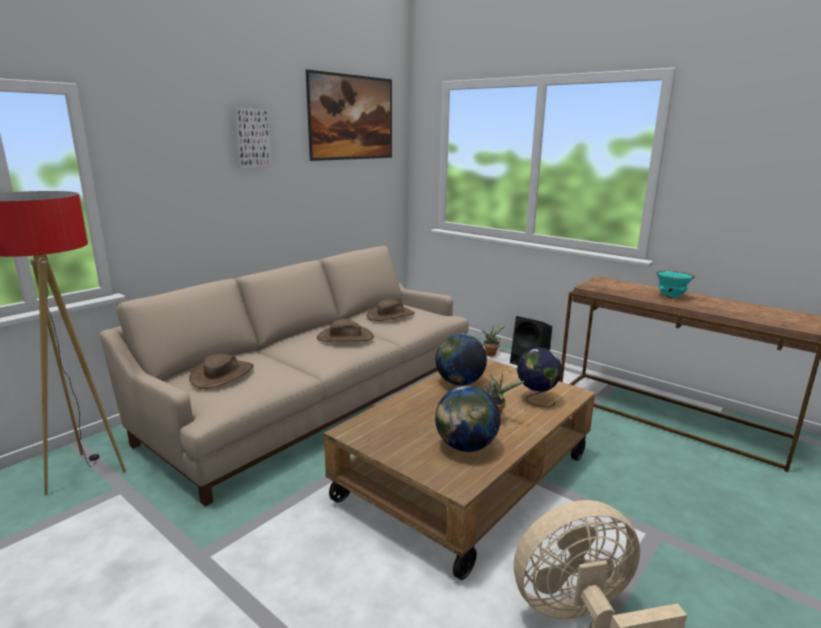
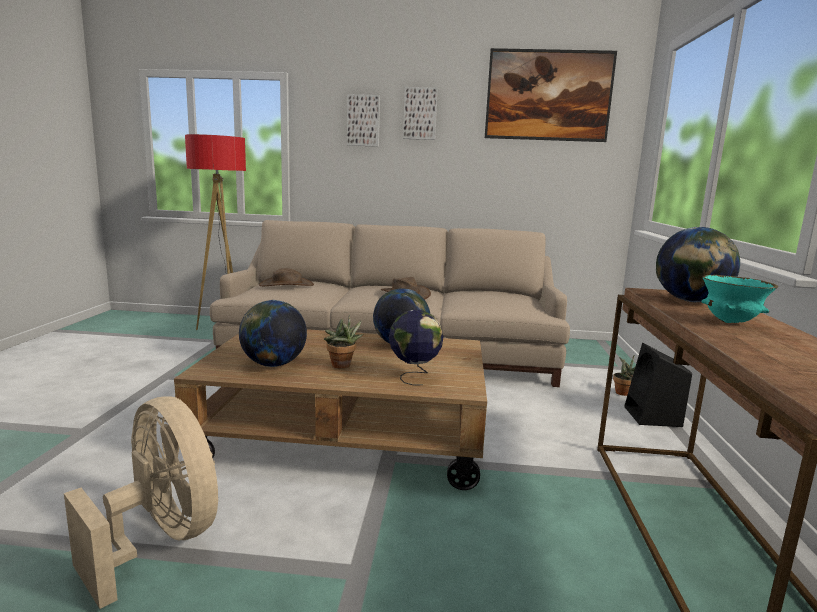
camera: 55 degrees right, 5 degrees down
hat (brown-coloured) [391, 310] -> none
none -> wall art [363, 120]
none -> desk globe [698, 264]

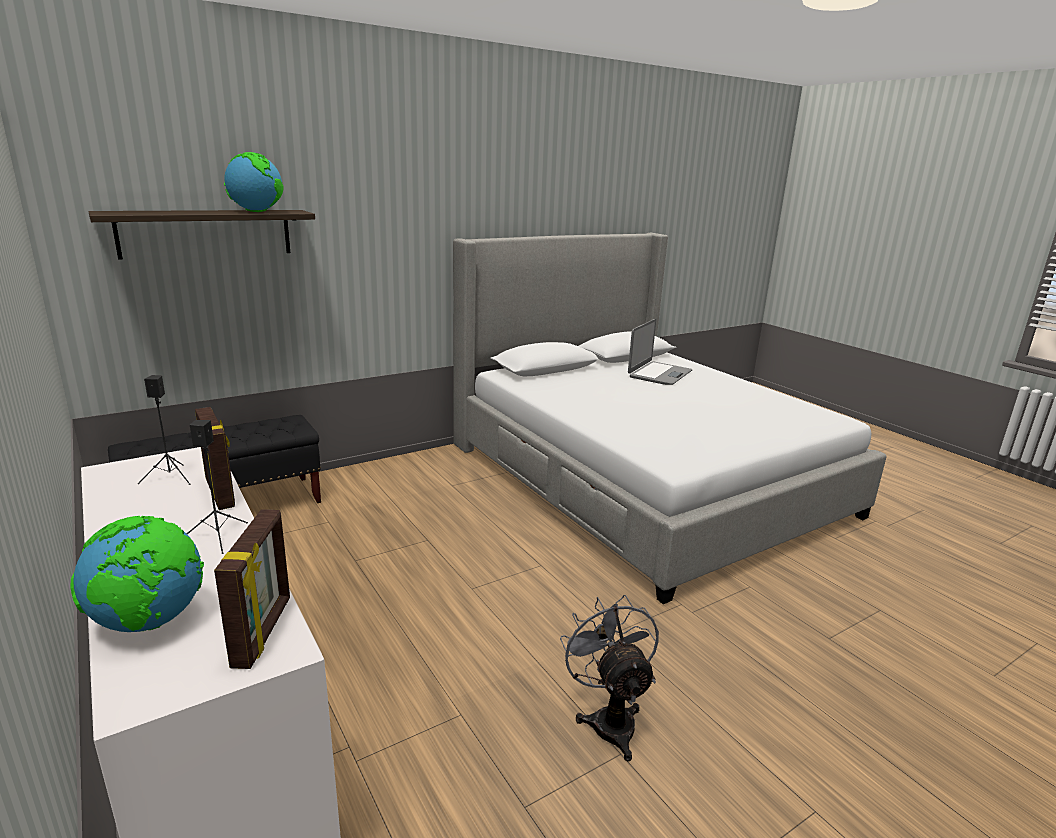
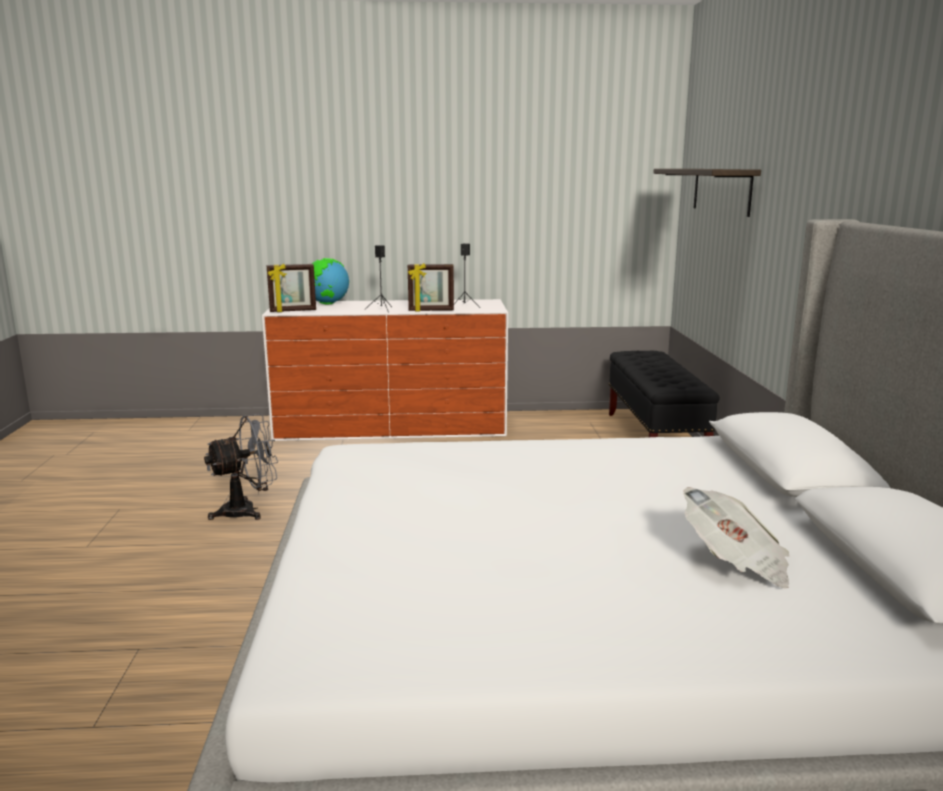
camera: 120 degrees right, 5 degrees down
picture frame [252, 589] -> picture frame [291, 288], 45 degrees counterclockwise
desk globe [254, 182] -> none
fan (grey) [609, 678] -> fan (grey) [241, 467], 45 degrees counterclockwise
notebook computer [660, 352] -> newspaper [736, 537]

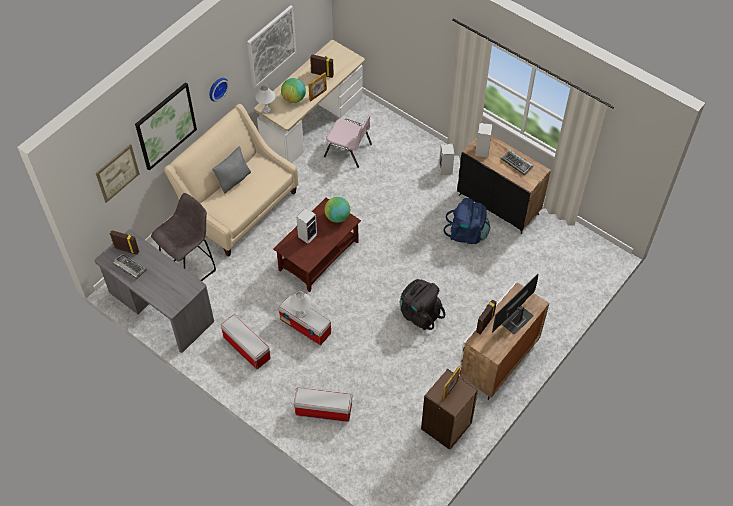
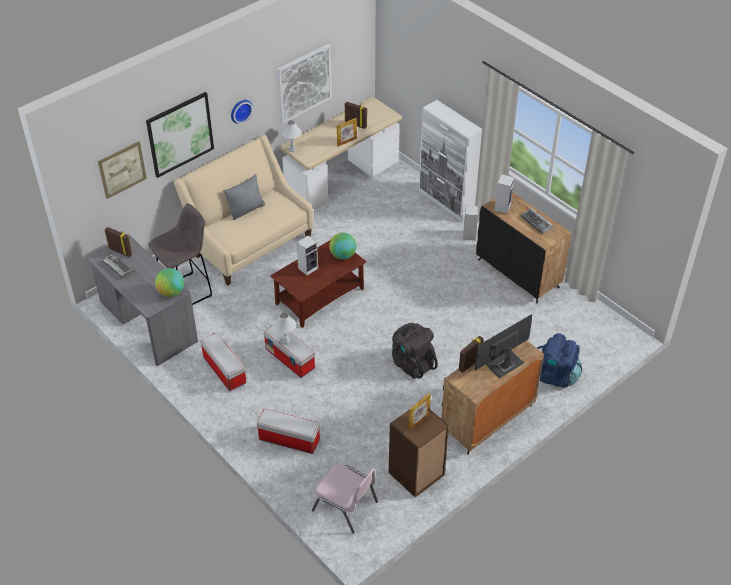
camera: 10 degrees right, 10 degrees down
desk globe [293, 90] -> desk globe [169, 282], moved
upright chair (pinkish) [348, 141] -> upright chair (pinkish) [345, 498], moved
backpack (blue-coloured) [467, 221] -> backpack (blue-coloured) [559, 360], moved
none -> storage cabinet (whitish) [450, 160]

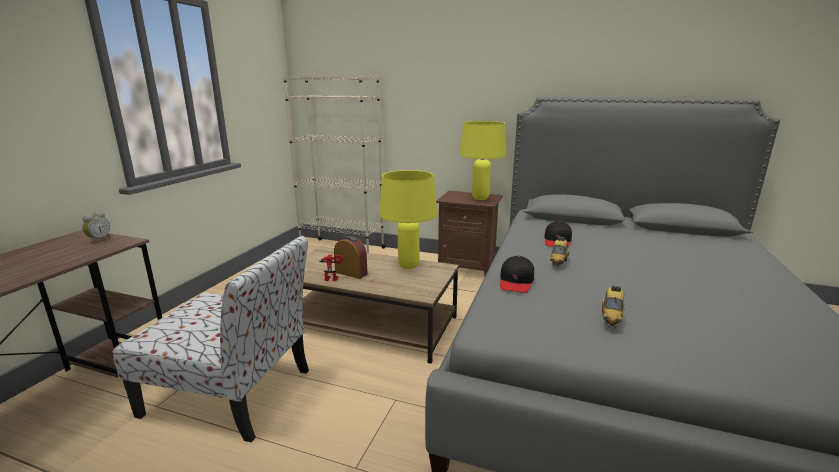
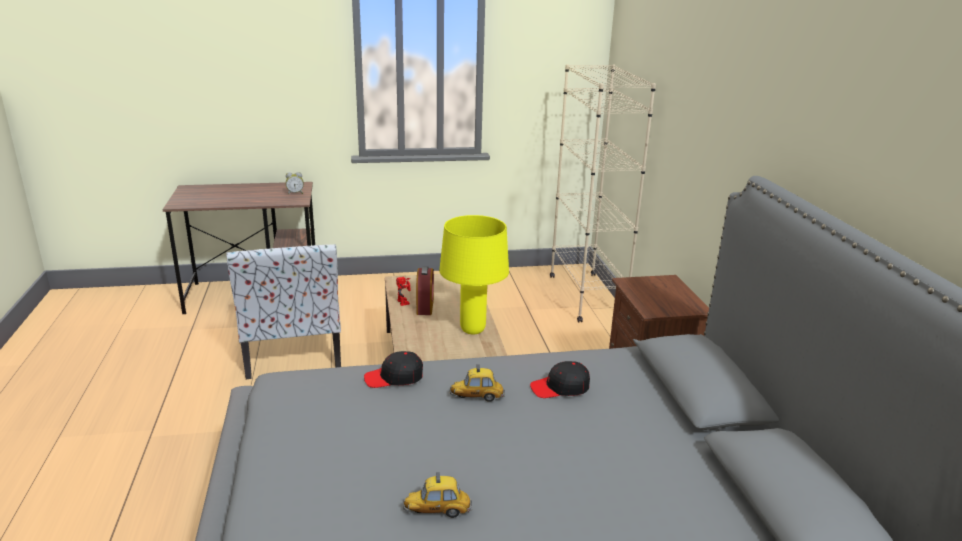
camera: 60 degrees right, 5 degrees up
table lamp (yellow) [483, 160] -> none
miniature car [613, 306] -> miniature car [437, 495], moved

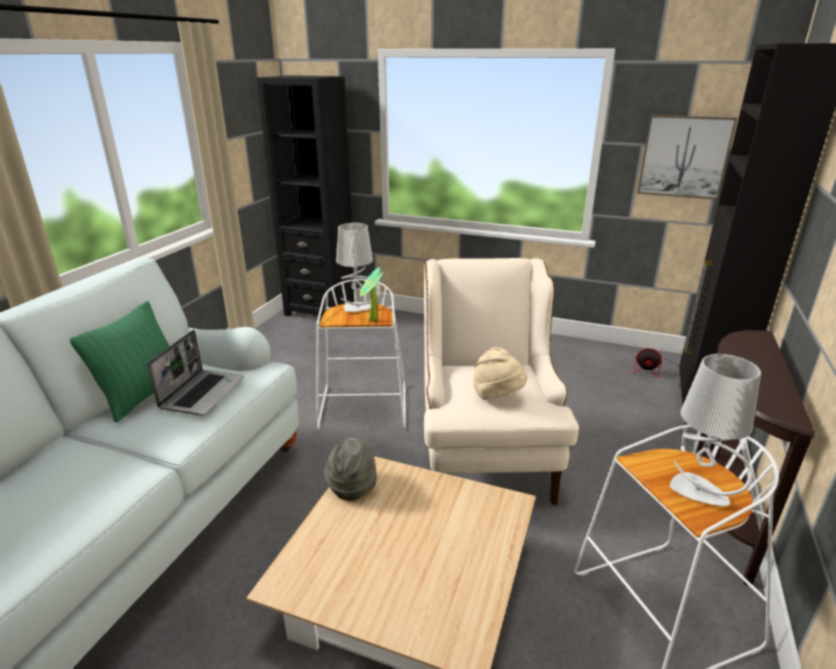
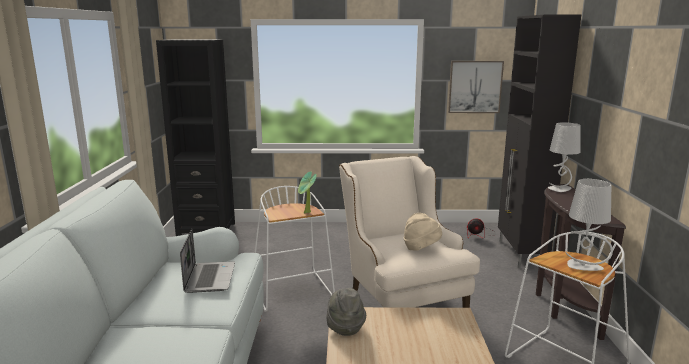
camera: 20 degrees left, 10 degrees down
throw pillow (green-coloured) [119, 362] -> none
table lamp (grey) [358, 267] -> table lamp (grey) [564, 157], moved

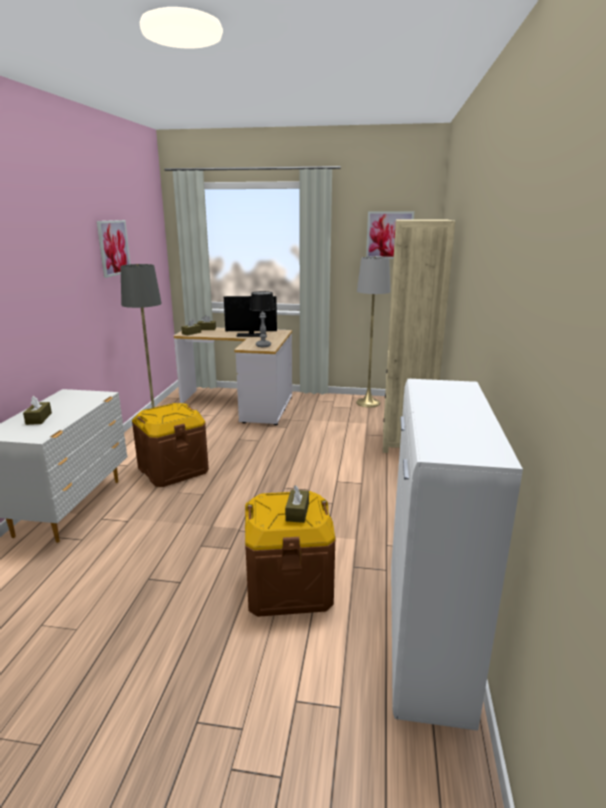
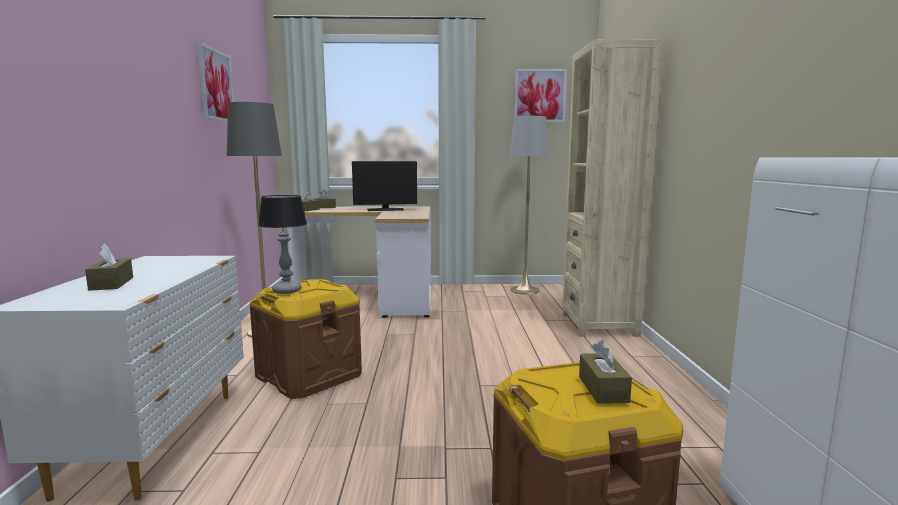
camera: 10 degrees left, 10 degrees down
table lamp [263, 319] -> table lamp [282, 244], moved

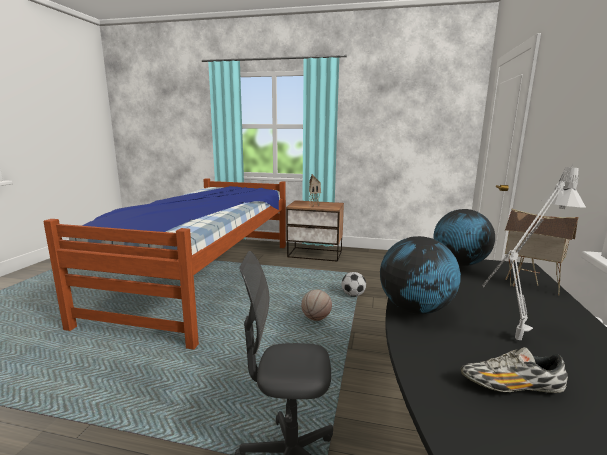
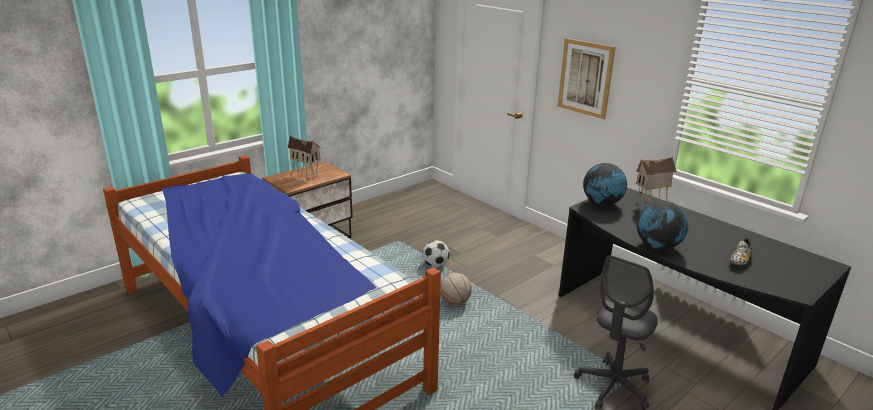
camera: 55 degrees left, 10 degrees up
table lamp (grey) [534, 252] -> none
none -> wall art [587, 78]

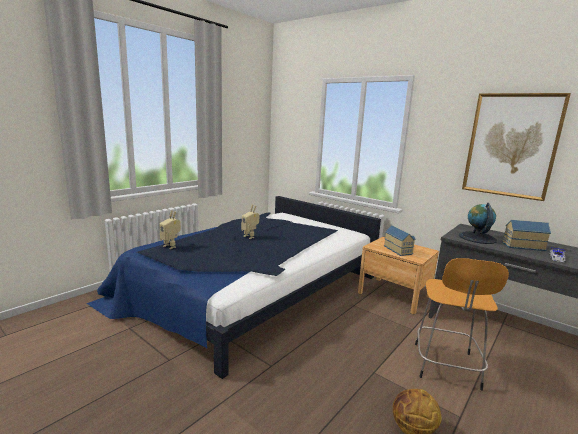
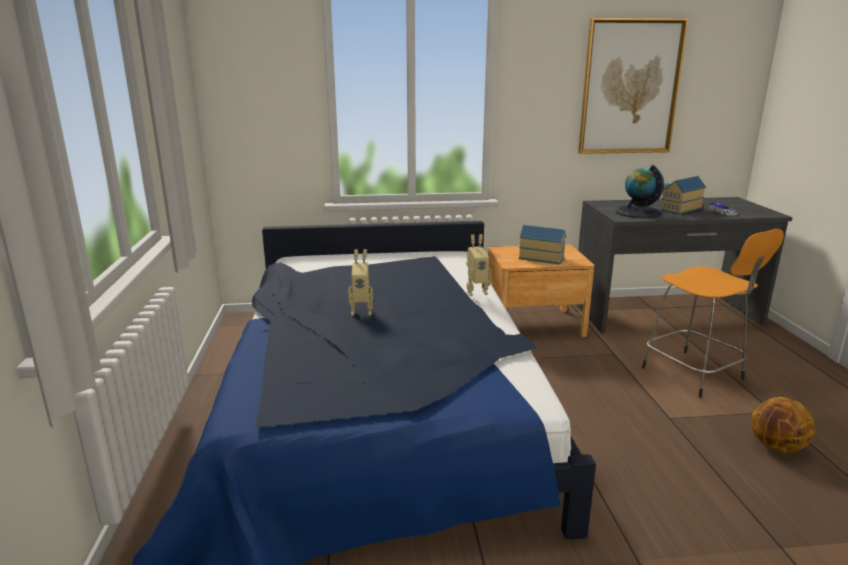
camera: 45 degrees left, 5 degrees up
model robot [170, 230] -> model robot [479, 265], moved

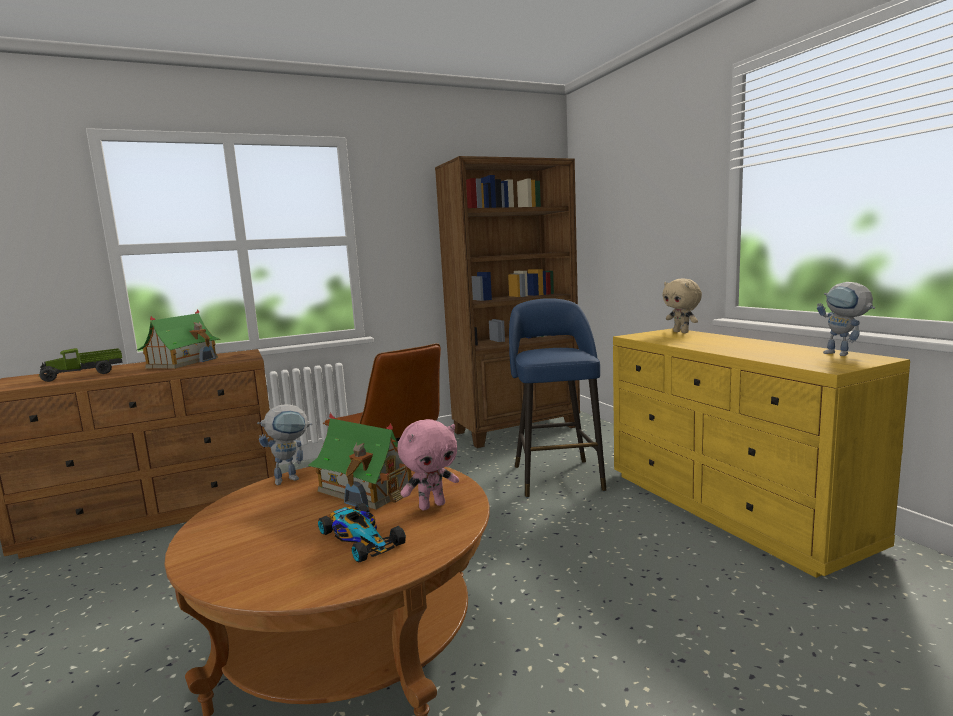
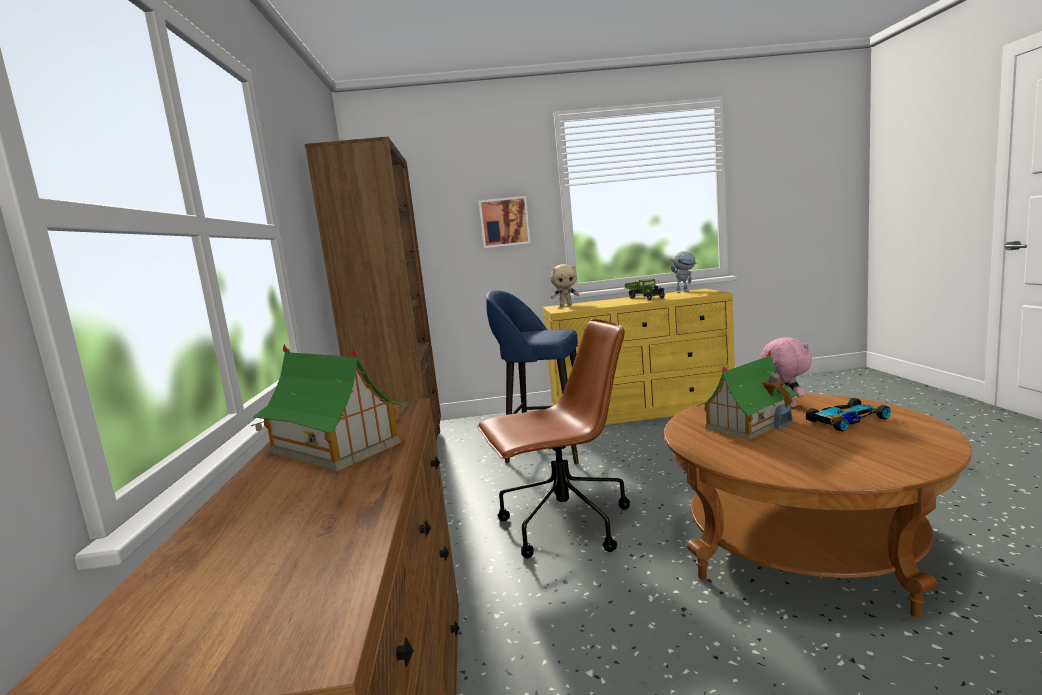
camera: 70 degrees left, 0 degrees up
model truck [81, 365] -> model truck [645, 289], moved
model robot [285, 444] -> none
none -> wall art [505, 222]

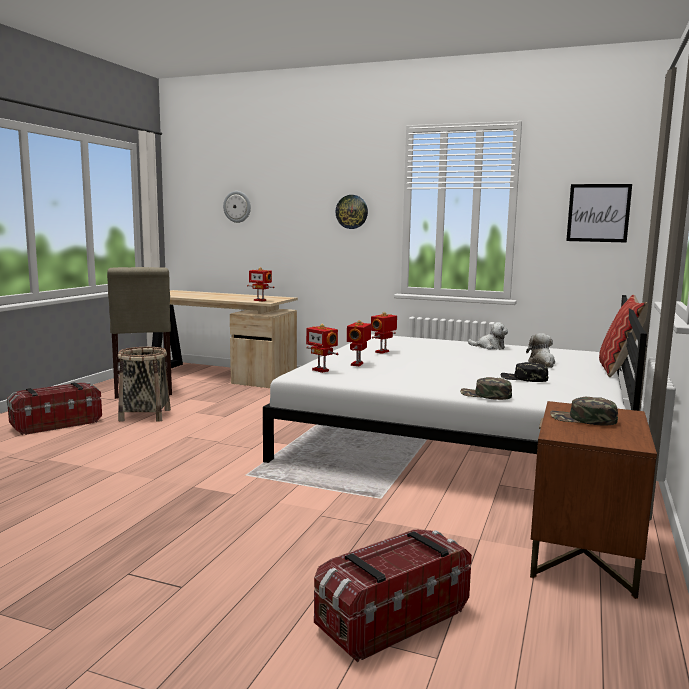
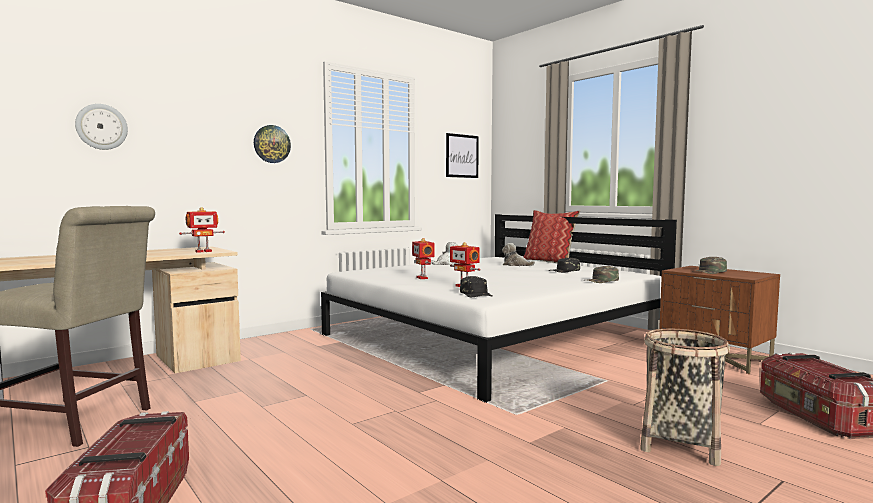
camera: 60 degrees left, 5 degrees down
storage basket [144, 384] -> storage basket [685, 397], moved
model robot [322, 348] -> peaked cap (black) [476, 286]

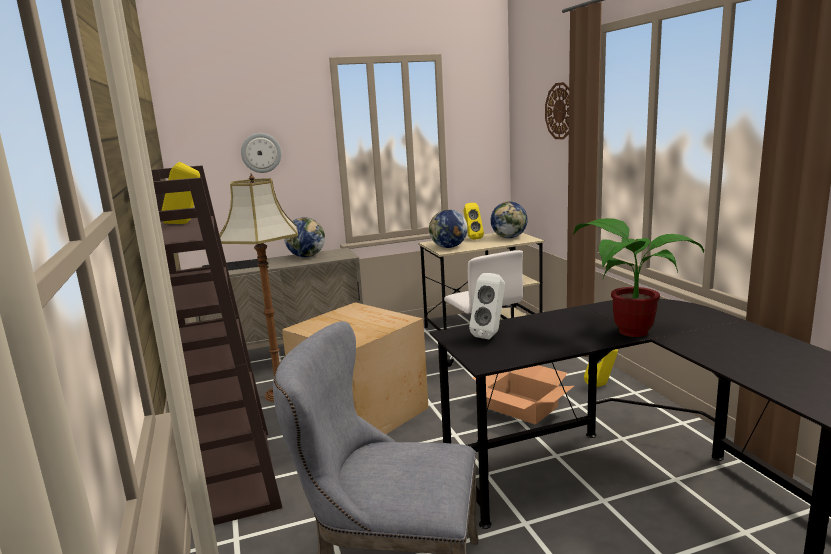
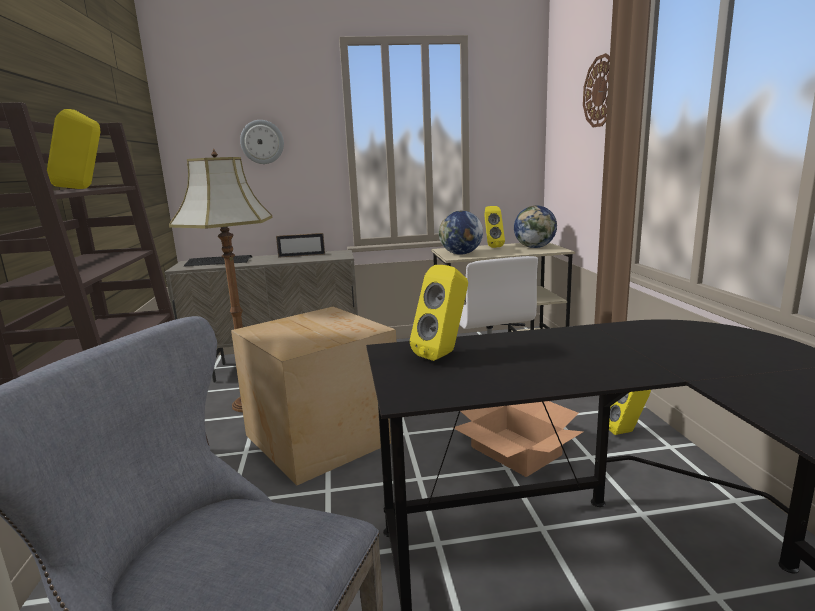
camera: 10 degrees right, 0 degrees up
desk globe [304, 237] -> picture frame [300, 245]
audio speaker (whitish) [487, 306] -> audio speaker (yellow) [439, 313]
houseplant [638, 277] -> none

